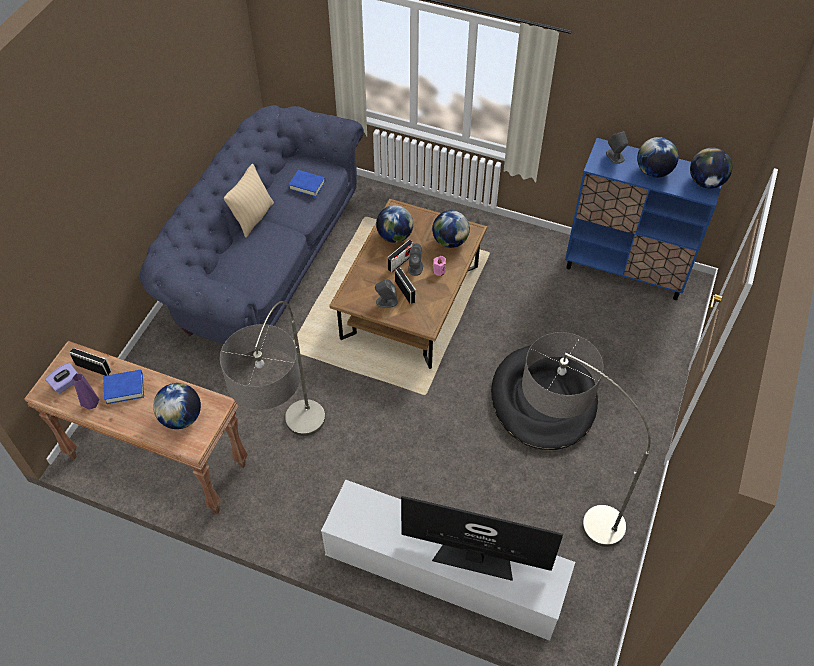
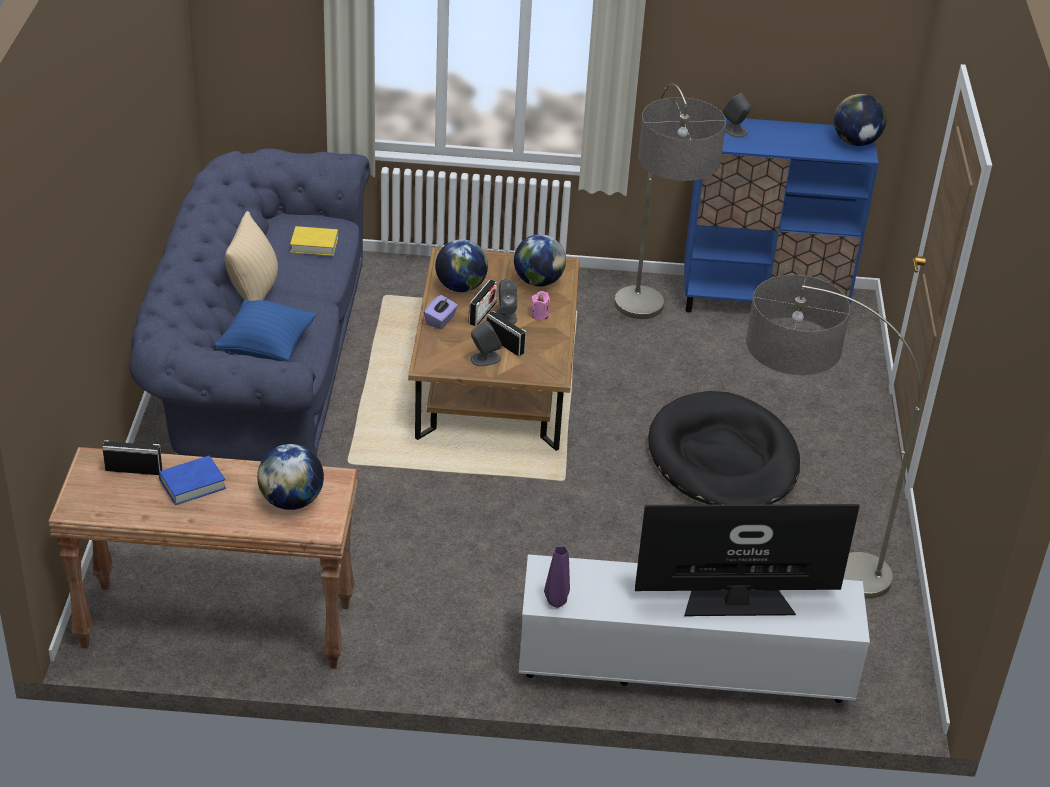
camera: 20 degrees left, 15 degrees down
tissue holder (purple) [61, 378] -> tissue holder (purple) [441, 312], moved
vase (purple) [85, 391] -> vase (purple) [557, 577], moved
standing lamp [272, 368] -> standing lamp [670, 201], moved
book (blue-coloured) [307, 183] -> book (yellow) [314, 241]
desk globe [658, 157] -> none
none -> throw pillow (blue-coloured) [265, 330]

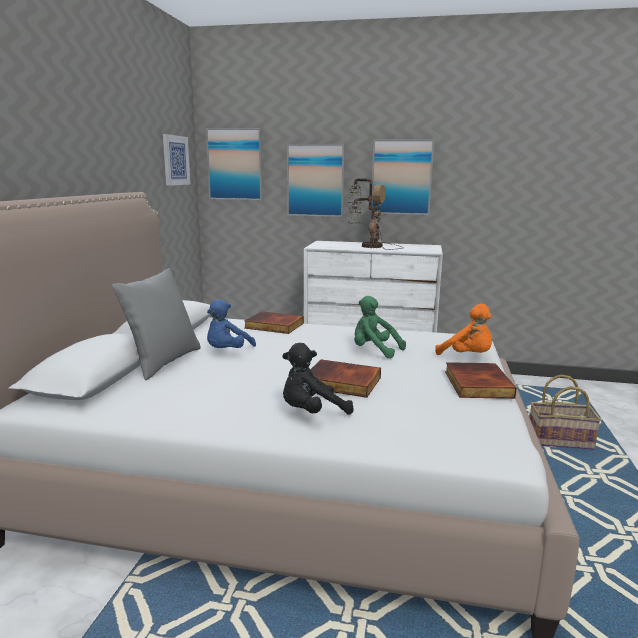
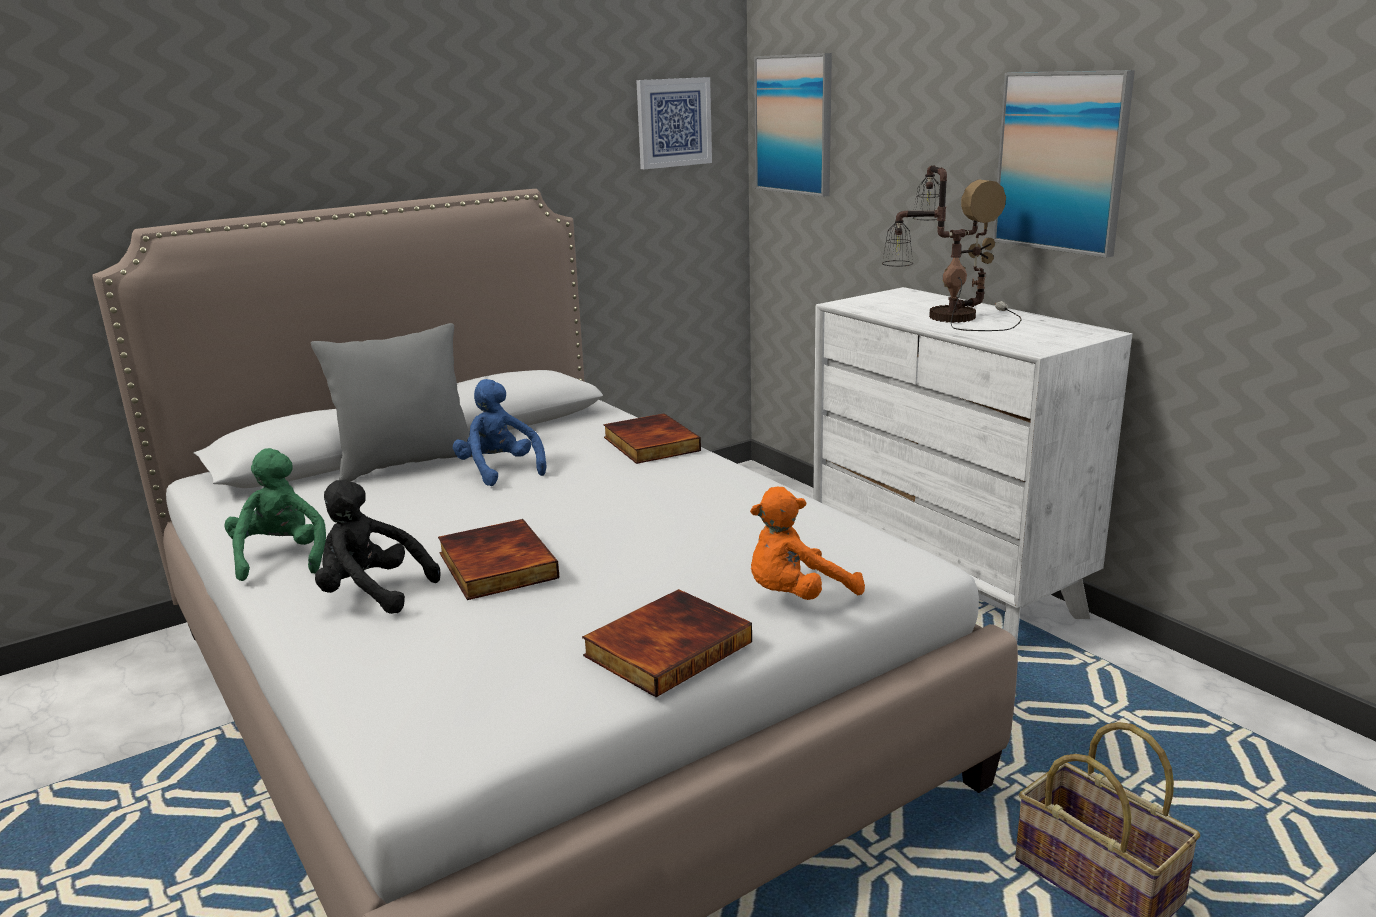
camera: 45 degrees right, 5 degrees up
plush toy (blue-coloured) [231, 324] -> plush toy (blue-coloured) [499, 432], 75 degrees clockwise
wall art [316, 180] -> none
plush toy (green-coloured) [380, 327] -> plush toy (green-coloured) [275, 514], moved
plush toy (orange) [463, 329] -> plush toy (orange) [807, 543], 60 degrees clockwise

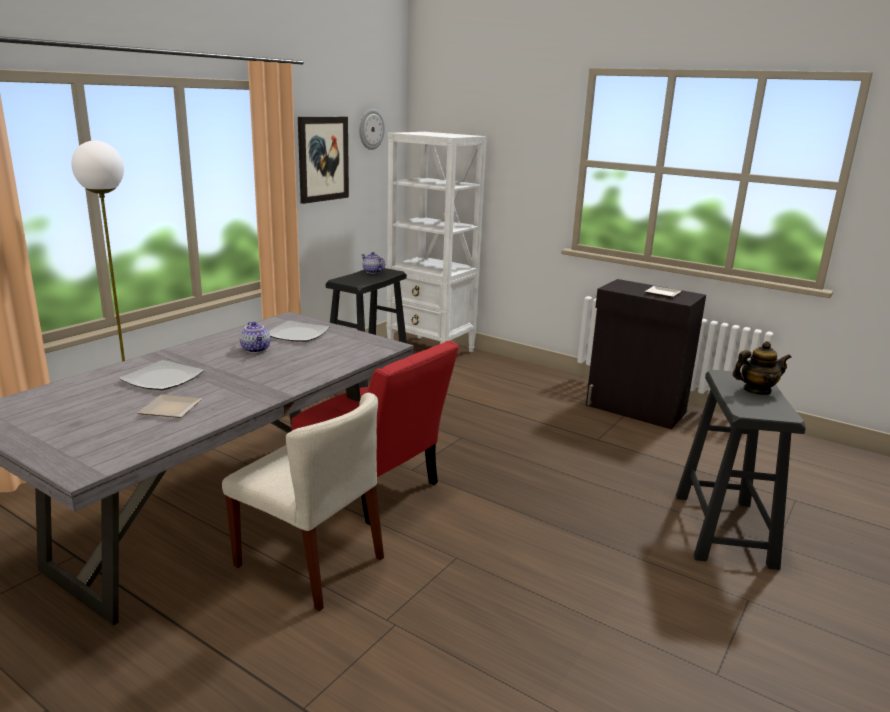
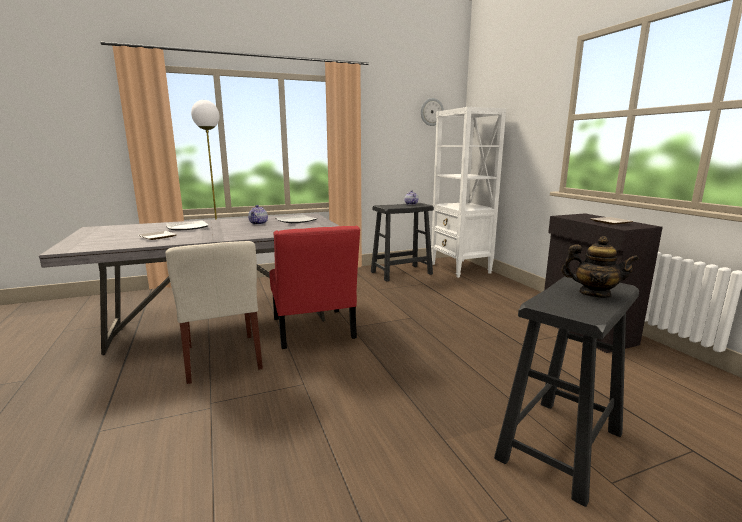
camera: 35 degrees right, 5 degrees down
wall art [323, 160] -> none

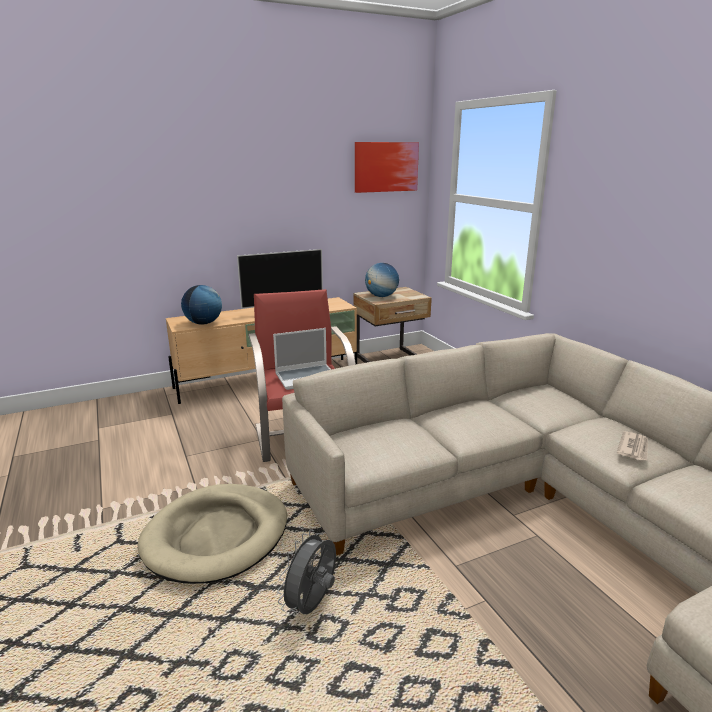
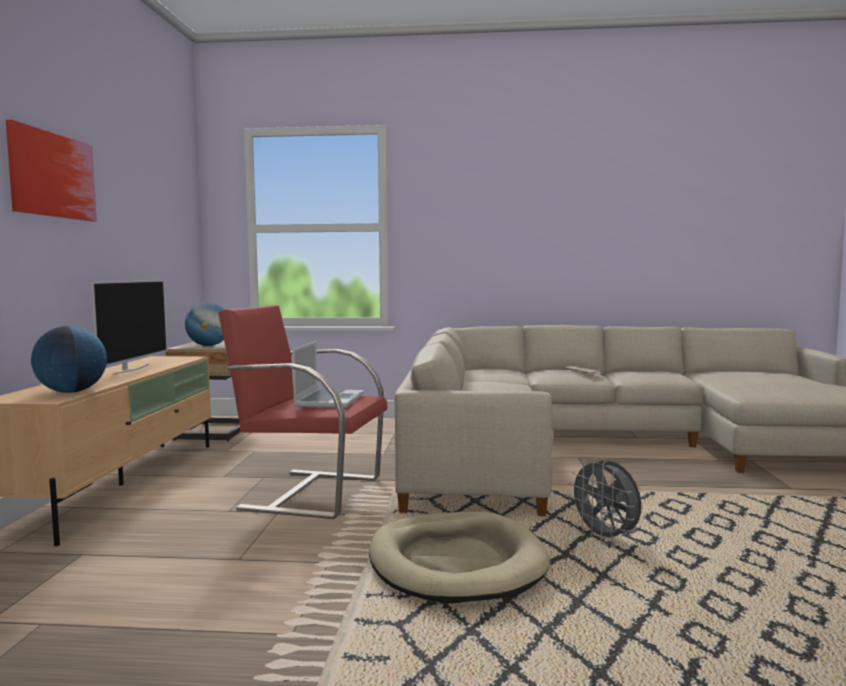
camera: 60 degrees left, 15 degrees down
wall art [387, 167] -> wall art [51, 171], moved

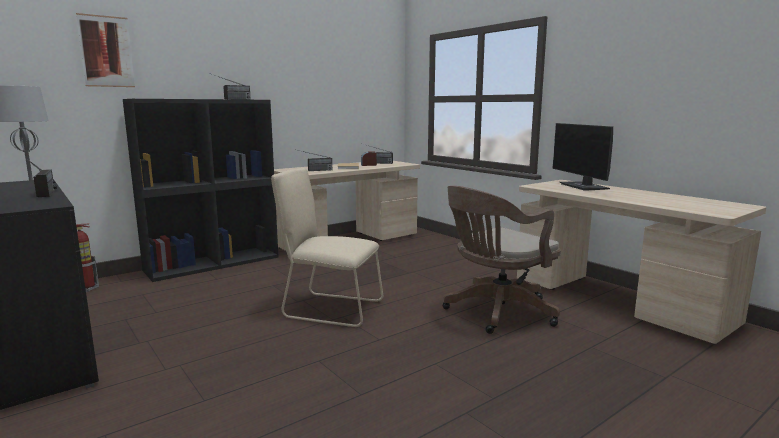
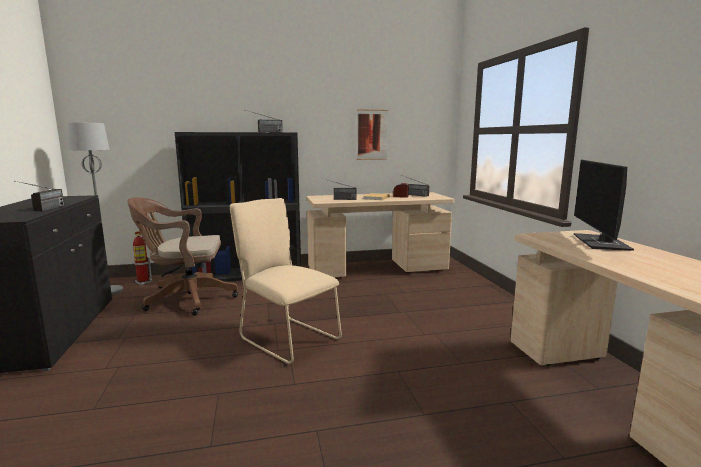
camera: 25 degrees right, 0 degrees up
wall art [105, 50] -> wall art [372, 134], moved
office chair (brown-coloured) [501, 260] -> office chair (brown-coloured) [182, 257], moved

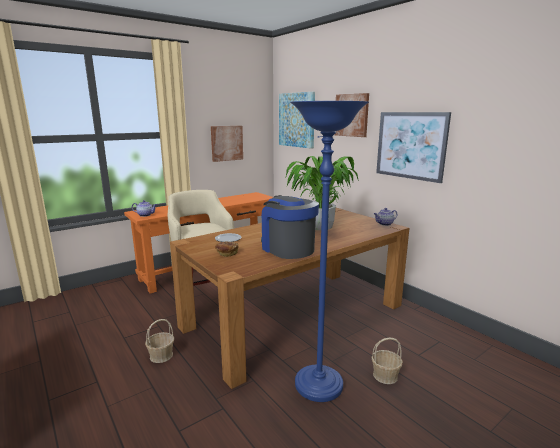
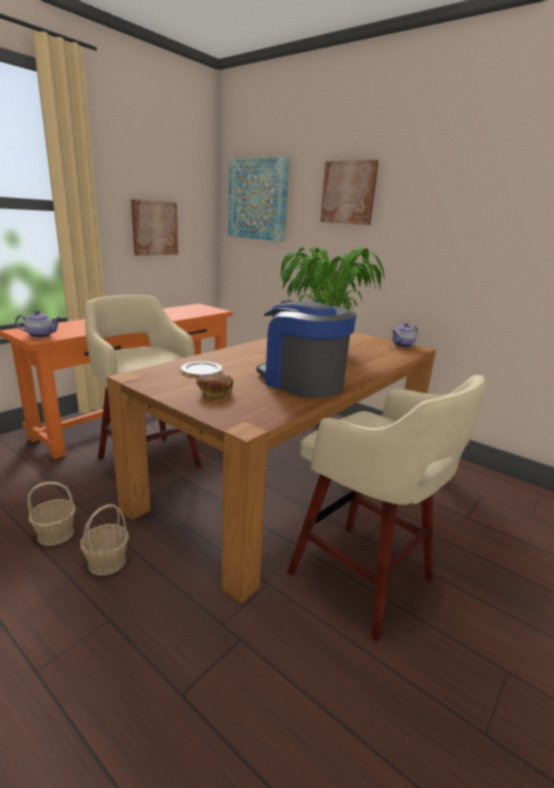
camera: 15 degrees left, 5 degrees up
standing lamp (blue-coloured) [329, 251] -> sitting stool (beige) [386, 508]
storage basket [387, 360] -> storage basket [52, 514], moved
wall art [413, 147] -> none

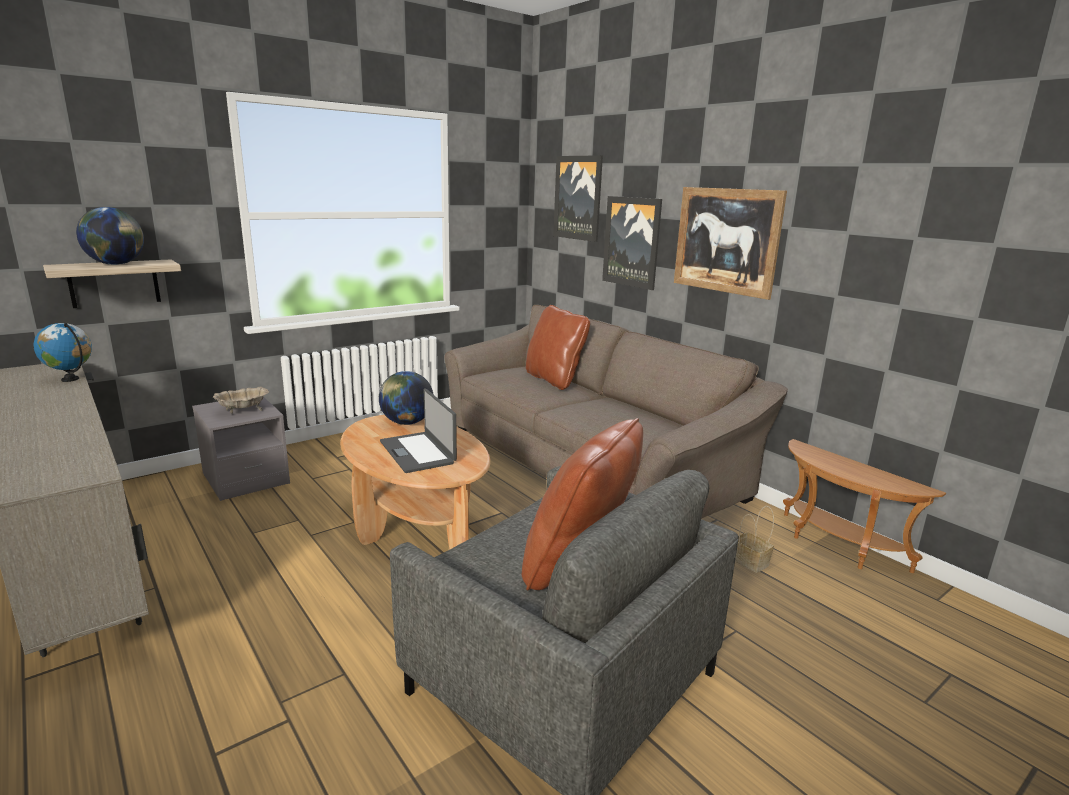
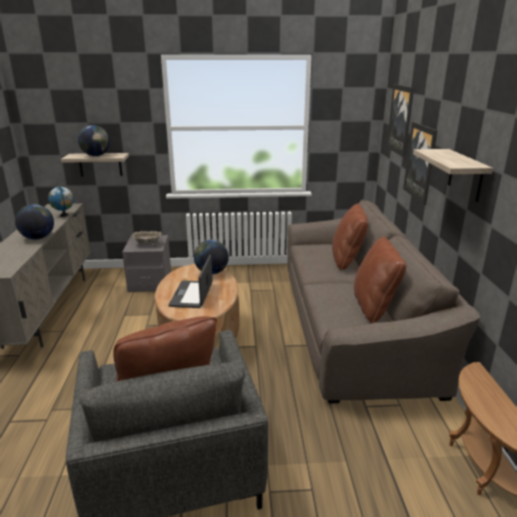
camera: 35 degrees right, 5 degrees up
wall art [730, 243] -> wall shelf [453, 175]
storage basket [754, 539] -> none
none -> desk globe [34, 222]
none -> throw pillow (brown-coloured) [380, 279]

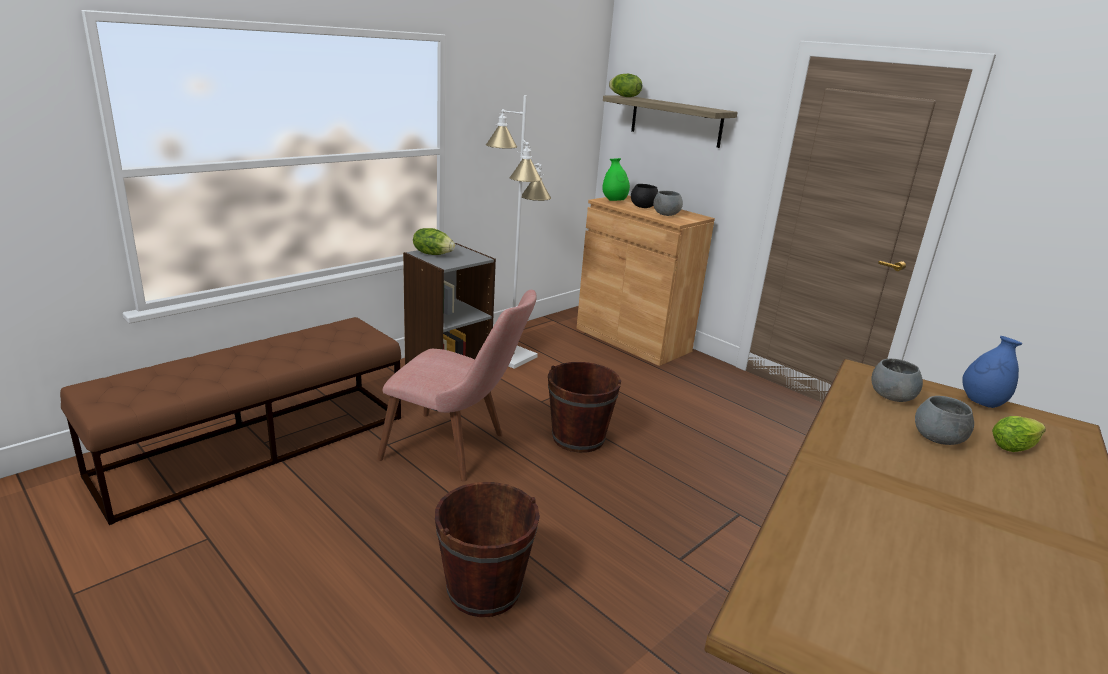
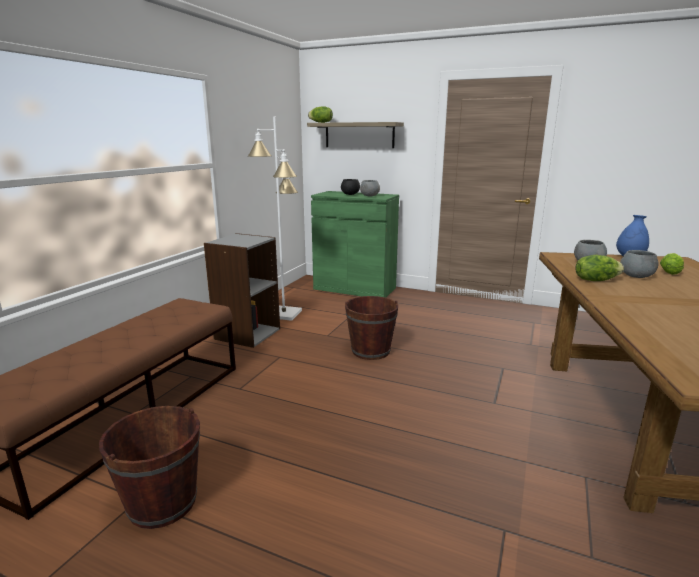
camera: 20 degrees left, 5 degrees down
upright chair (pinkish) [457, 386] -> none
lettuce head [434, 241] -> lettuce head [599, 268], moved
bucket (brown-coloured) [487, 549] -> bucket (brown-coloured) [149, 467], moved
storage cabinet (brown-coloured) [645, 280] -> storage cabinet (green-coloured) [355, 244]
vase (green-coloured) [616, 179] -> none

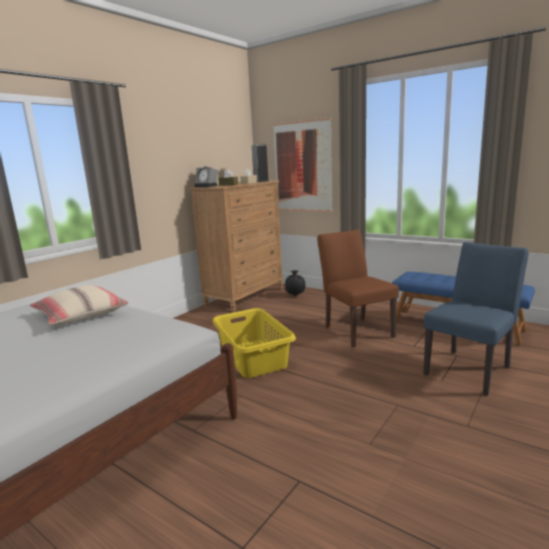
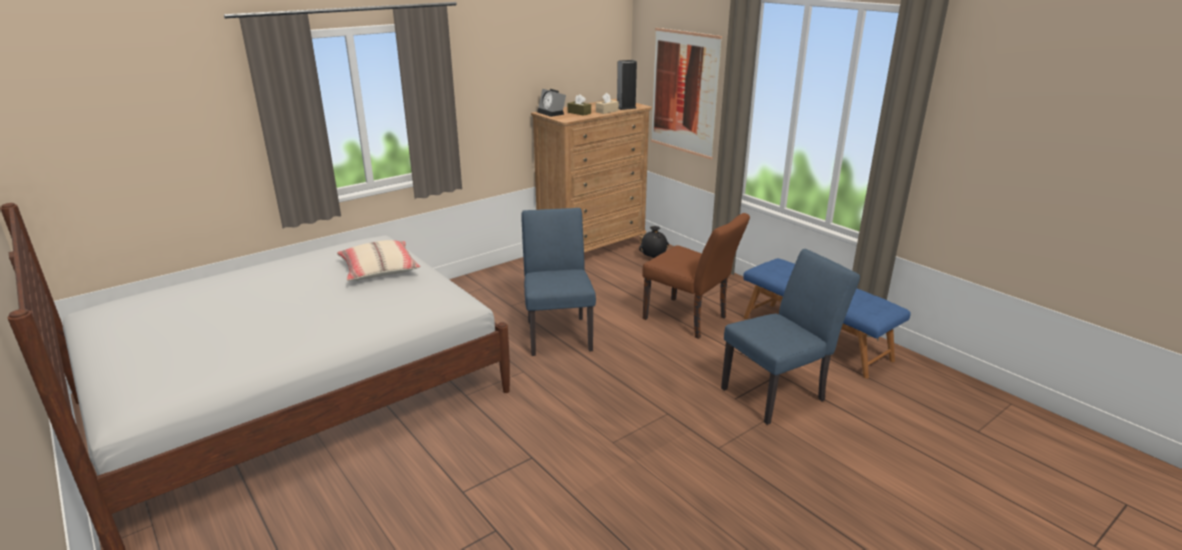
camera: 15 degrees right, 10 degrees up
washing basket (yellow) [254, 343] -> upright chair (blue-coloured) [558, 282]
upright chair (brown-coloured) [358, 289] -> upright chair (brown-coloured) [696, 276], 135 degrees clockwise

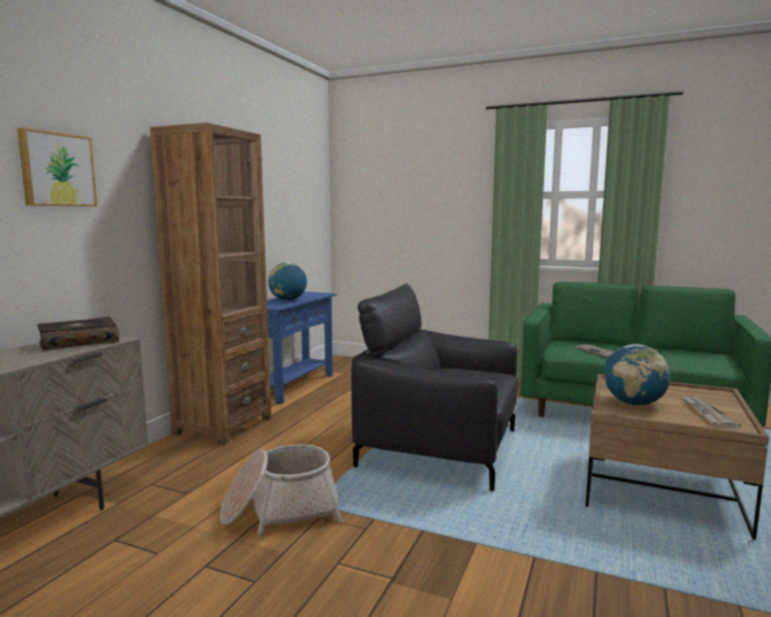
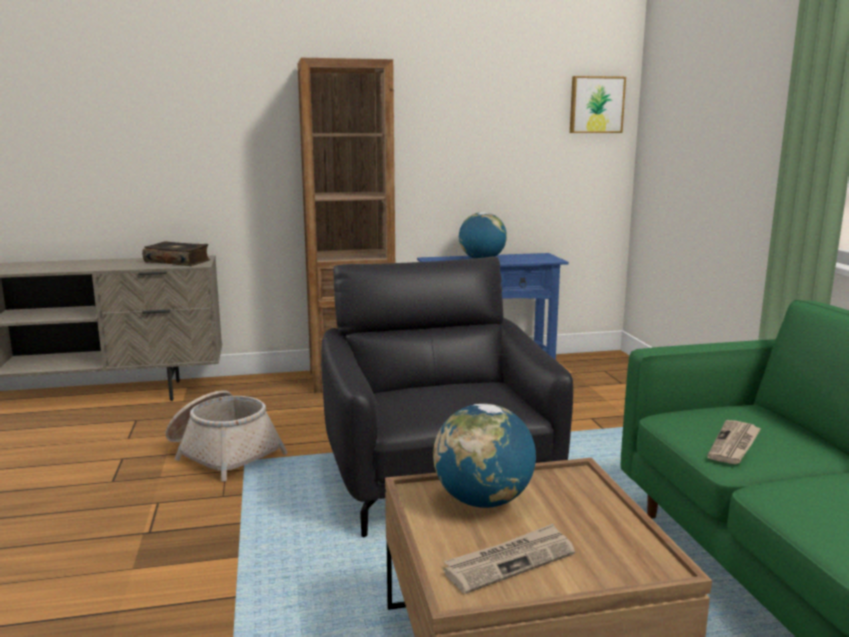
camera: 55 degrees right, 5 degrees up
wall art [57, 167] -> wall art [598, 104], moved

